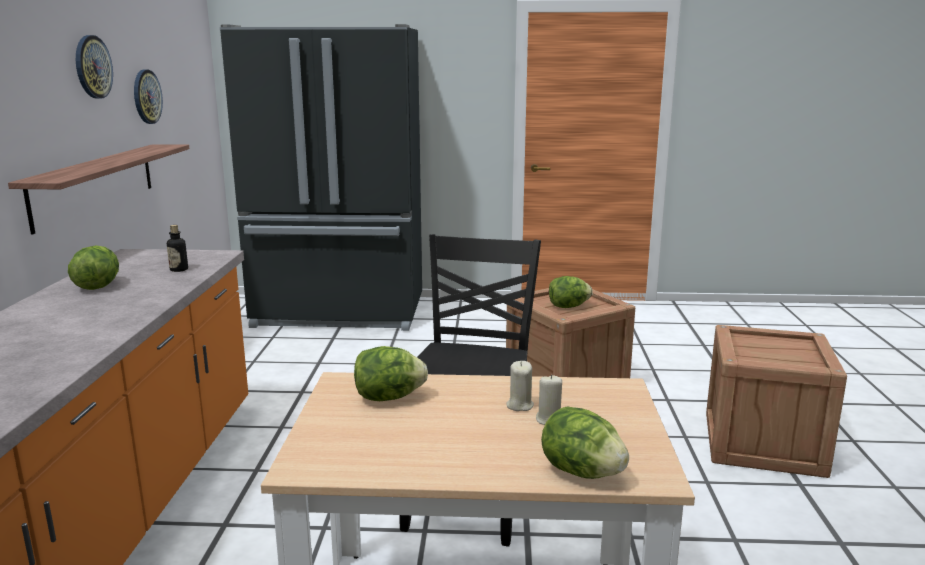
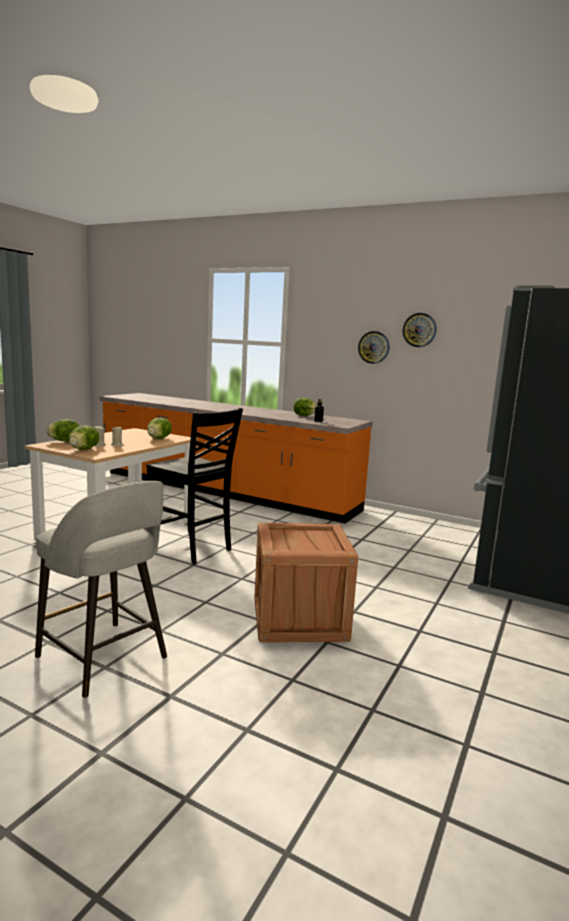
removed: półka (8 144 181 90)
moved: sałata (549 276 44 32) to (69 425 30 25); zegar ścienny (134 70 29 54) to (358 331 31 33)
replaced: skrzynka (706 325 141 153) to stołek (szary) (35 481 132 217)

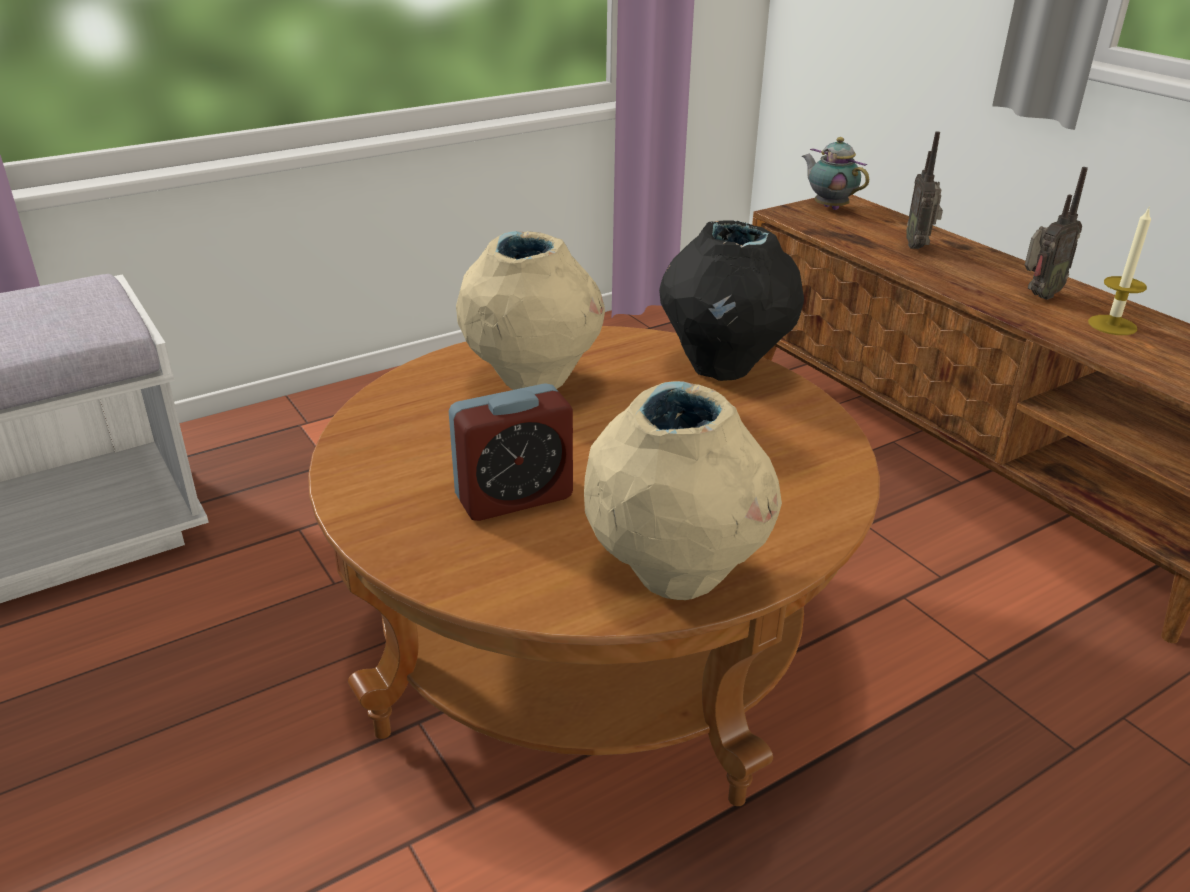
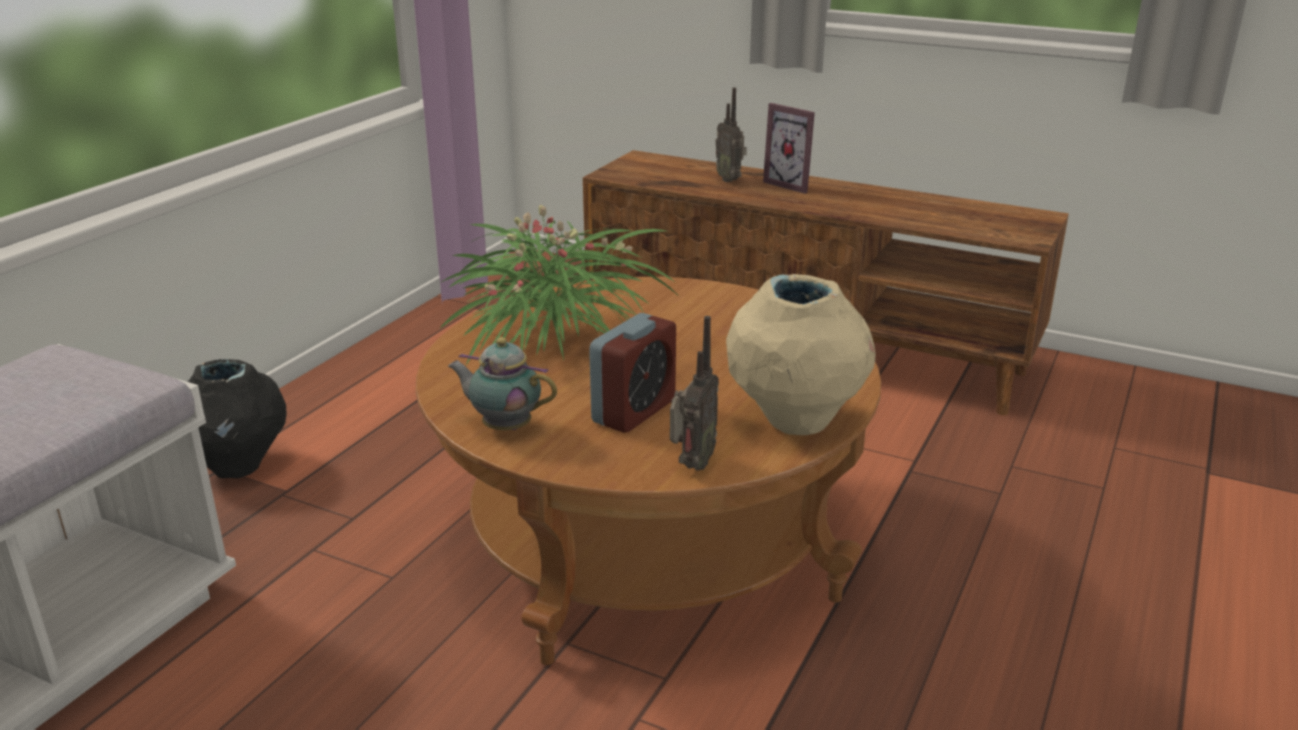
removed: świeca (1088 206 63 129)
added: ramka na zdjęcie (763 103 52 91)
moved: wazon (czarny) (659 221 145 160) to (188 359 99 120); imbryk (802 137 67 73) to (448 337 109 93); radio (1025 167 63 133) to (670 316 49 155)
replaced: wazon (beżowy) (456 231 149 159) to roślina doniczkowa (440 205 240 160)

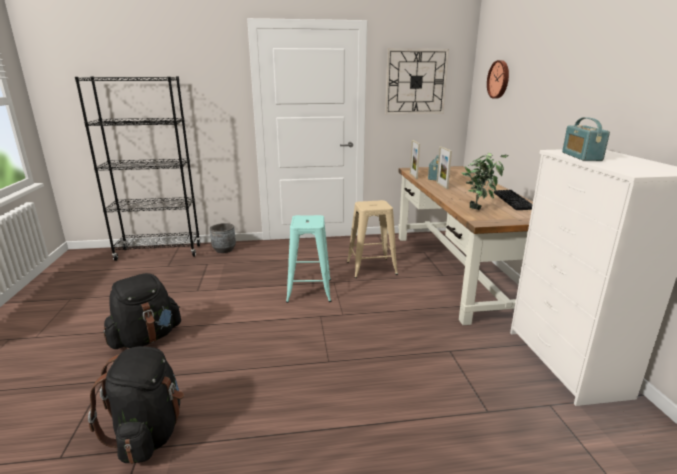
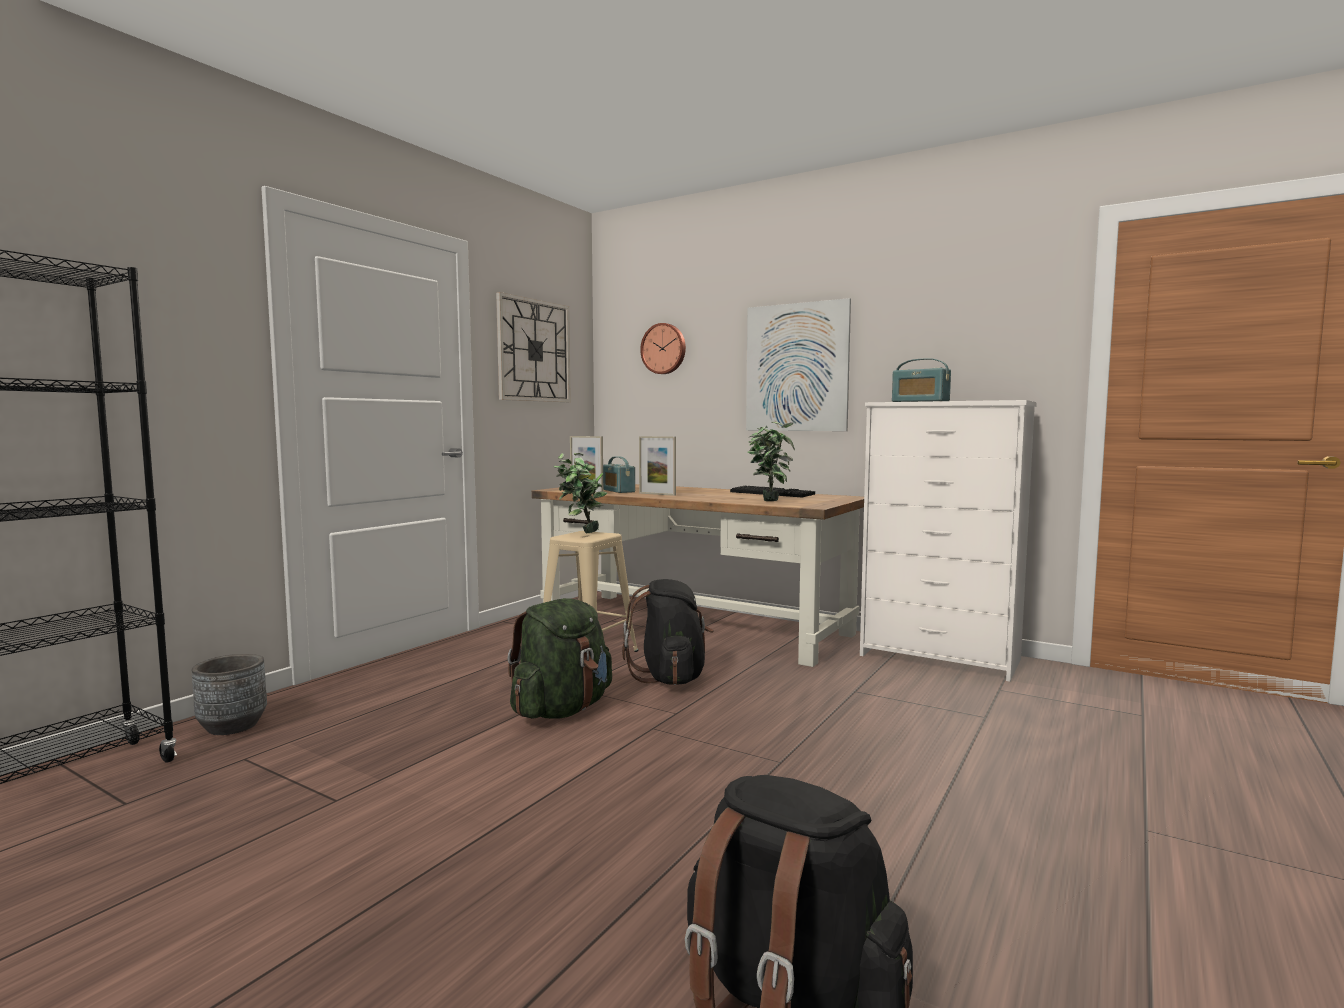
added: roślina doniczkowa (553 453 54 80); obraz (746 298 105 133)
moved: plecak (czarny) (103 273 78 76) to (622 579 92 106)
replaced: stołek (turkusowy) (286 215 45 88) to plecak (zielony) (507 598 105 121)

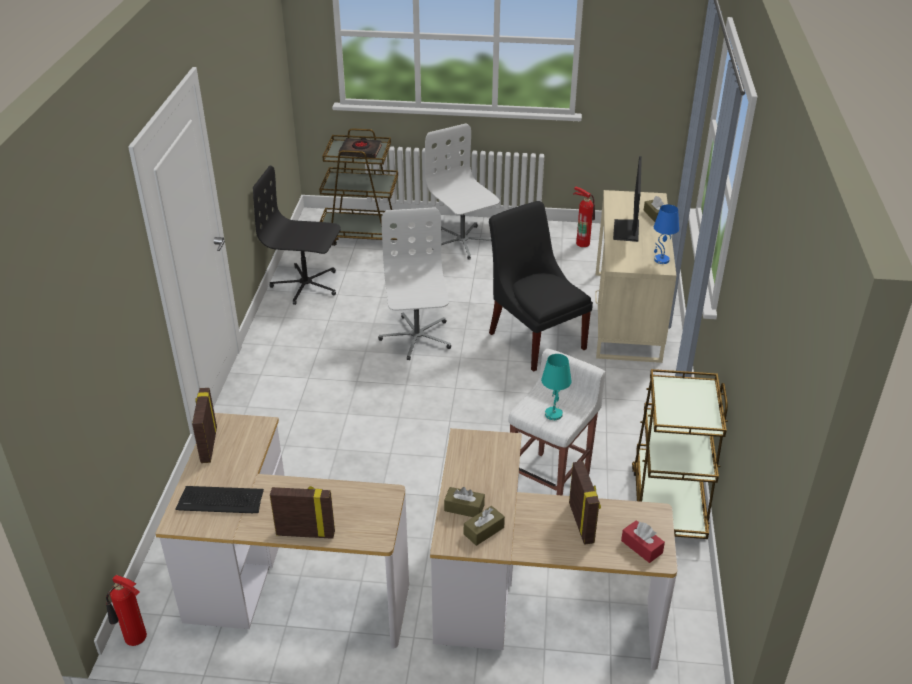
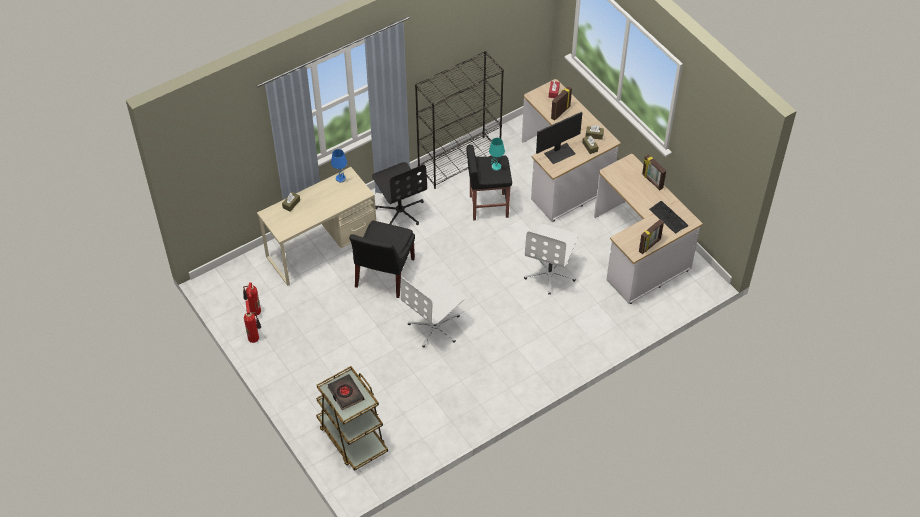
moved: gaśnica (106 575 41 71) to (244 300 17 43); krzesło biurowe (czarny) (253 166 88 139) to (372 162 55 63); krzesło biurowe (biały) (425 123 75 137) to (524 224 54 70); monitor (613 156 29 86) to (536 112 46 52)
replaced: wózek (brązowy) (632 369 96 170) to regał (czarny) (415 51 89 138)
recoloured: stołek (biały) (508 349 98 147) to stołek (czarny) (466 145 46 75)

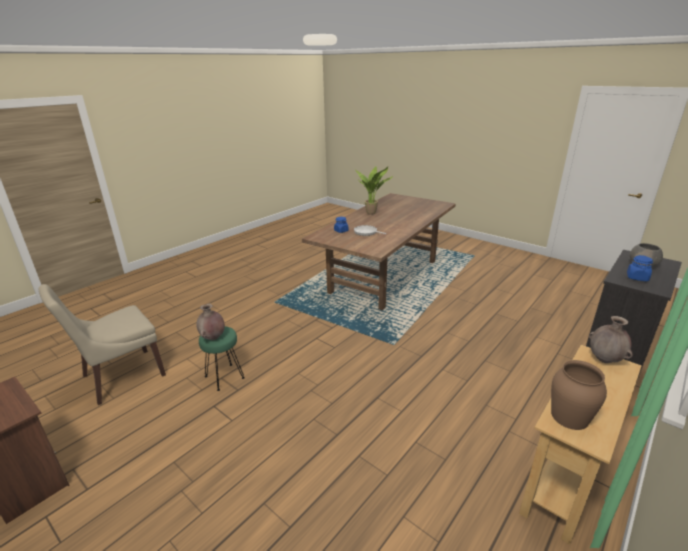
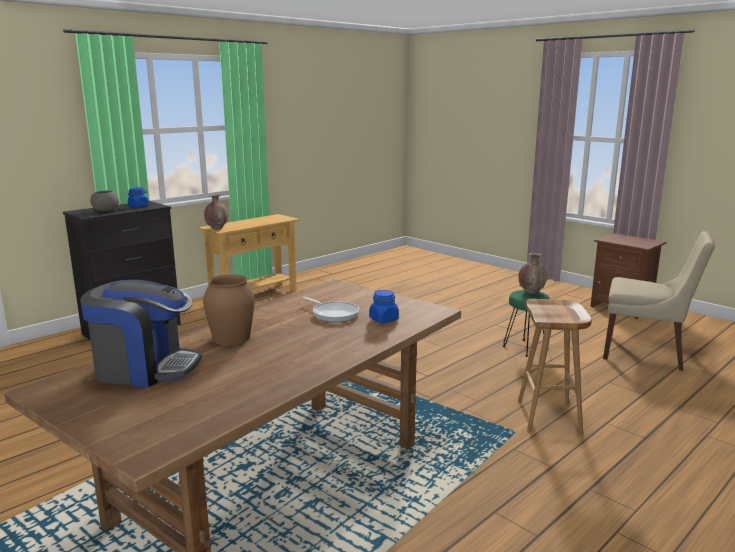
removed: roślina doniczkowa (355 166 38 49)
added: ekspres do kawy (80 280 122 107); stołek (brązowy) (518 299 74 136)
moved: wazon (brązowy) (551 360 56 70) to (203 274 52 71)
turned: krzesło (beżowy) (39 284 127 121) = (603 231 112 140) 60 degrees clockwise

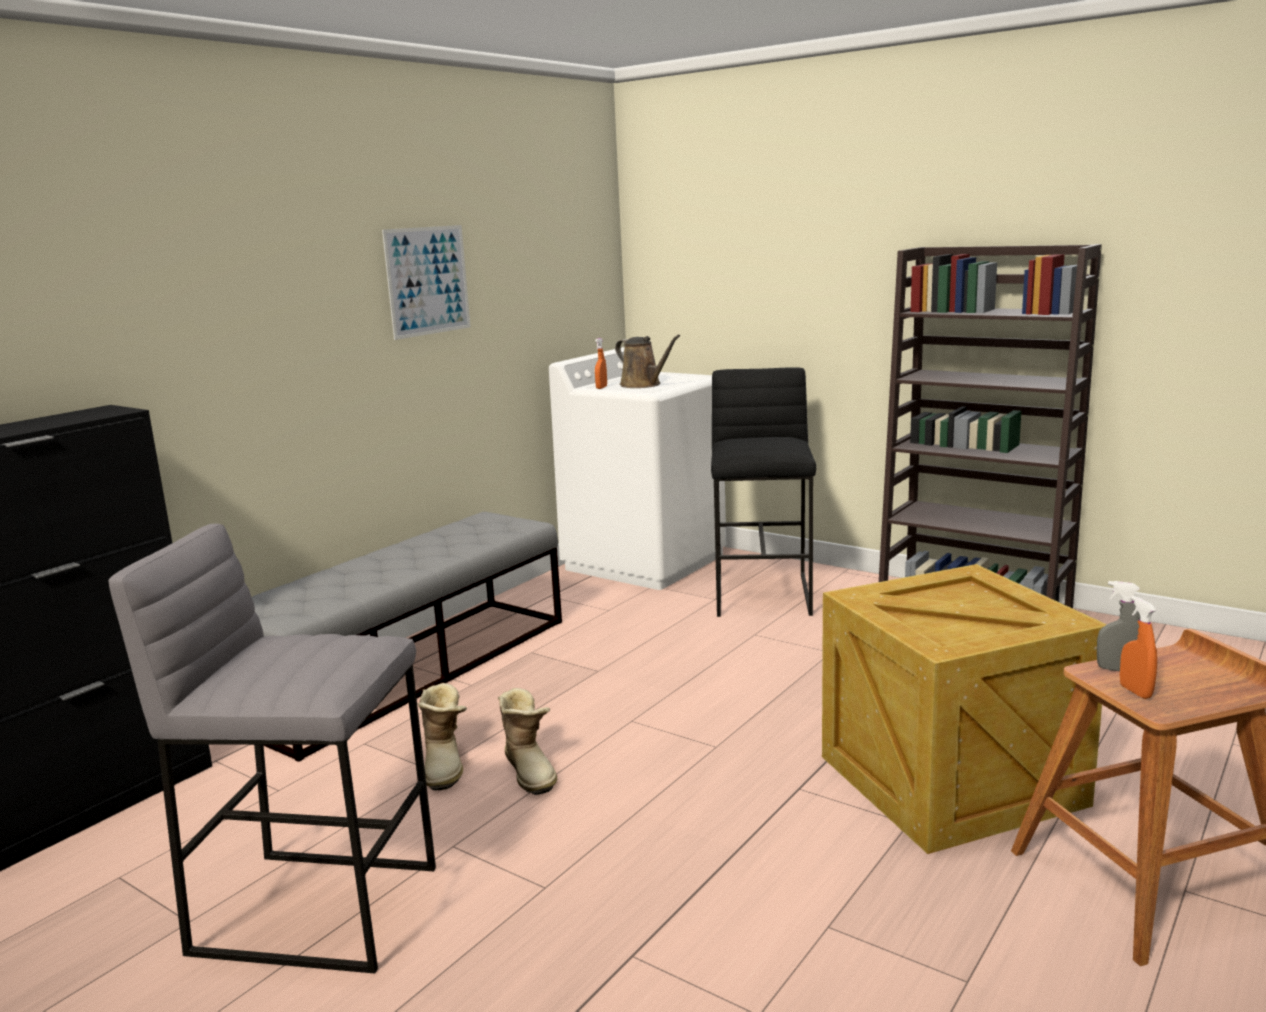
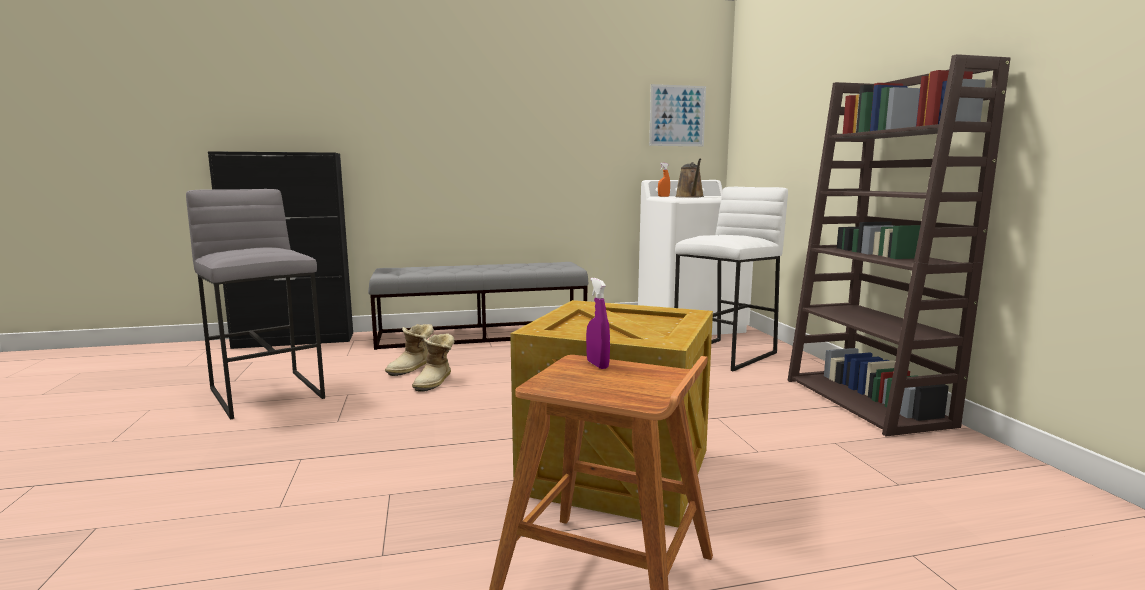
removed: spryskiwacz (pomarańczowy) (1120 596 37 103)
moved: obraz (382 225 89 115) to (649 84 57 62)
recoloured: spryskiwacz (szary) (1097 581 43 90) to spryskiwacz (fioletowy) (586 278 24 91); stołek (czarny) (711 367 105 250) to stołek (biały) (674 187 114 184)

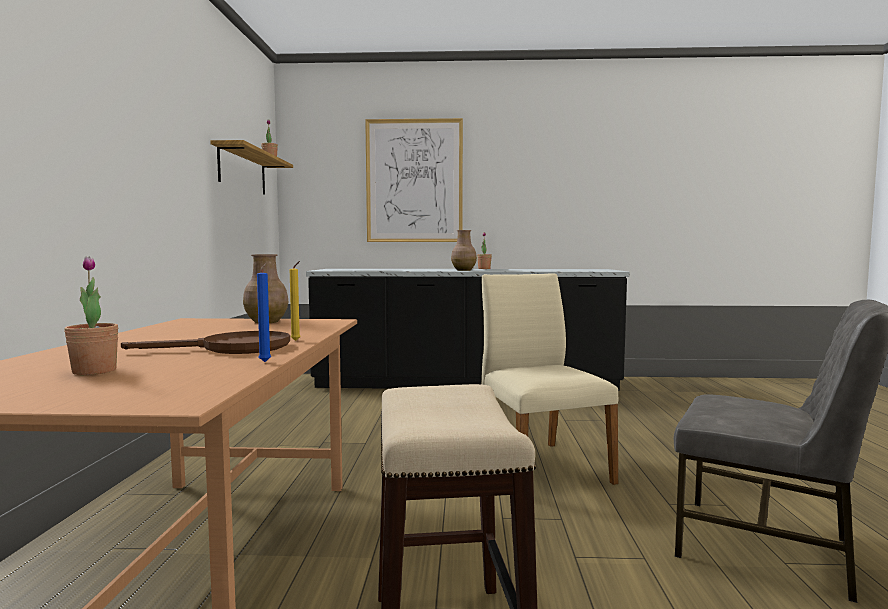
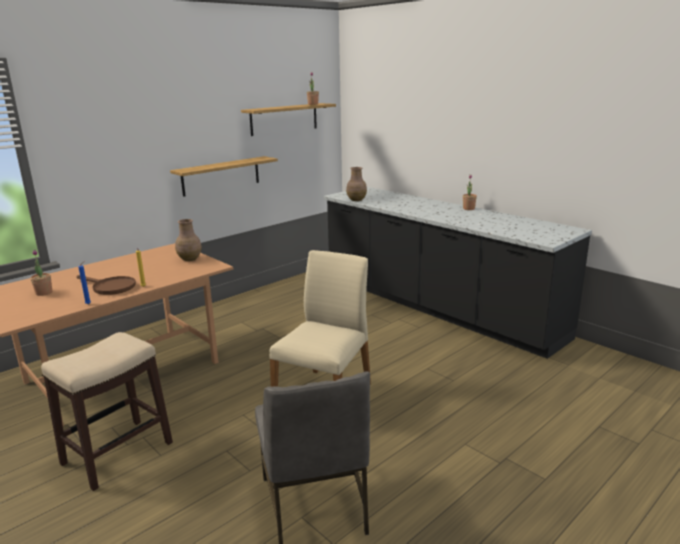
removed: obraz (365 118 98 124)
added: półka (170 156 108 41)
moved: wazon (brązowy) (451 230 26 41) to (346 167 21 34)

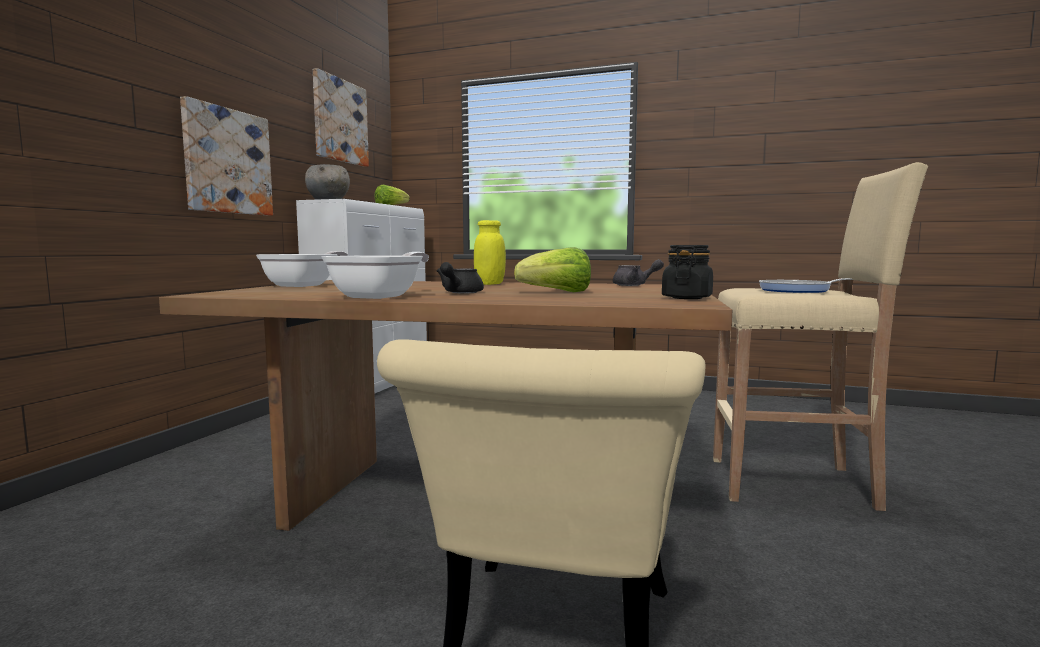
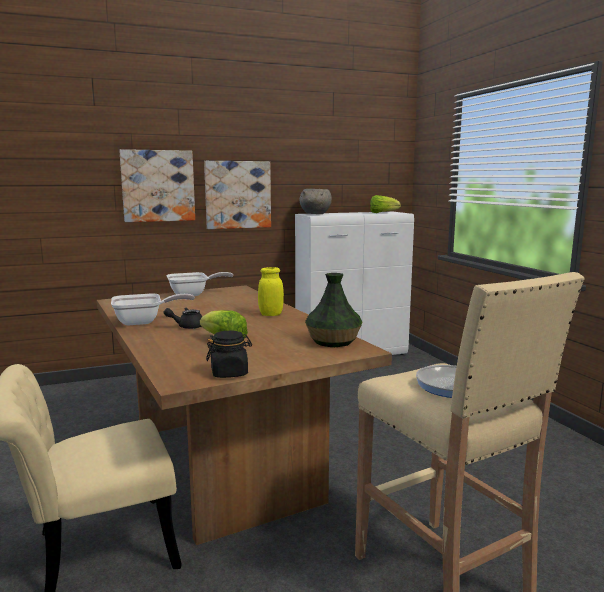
moved: obraz (313 68 56 99) to (119 149 76 73)
replaced: imbryk (szary) (613 259 51 27) to wazon (305 273 57 74)

